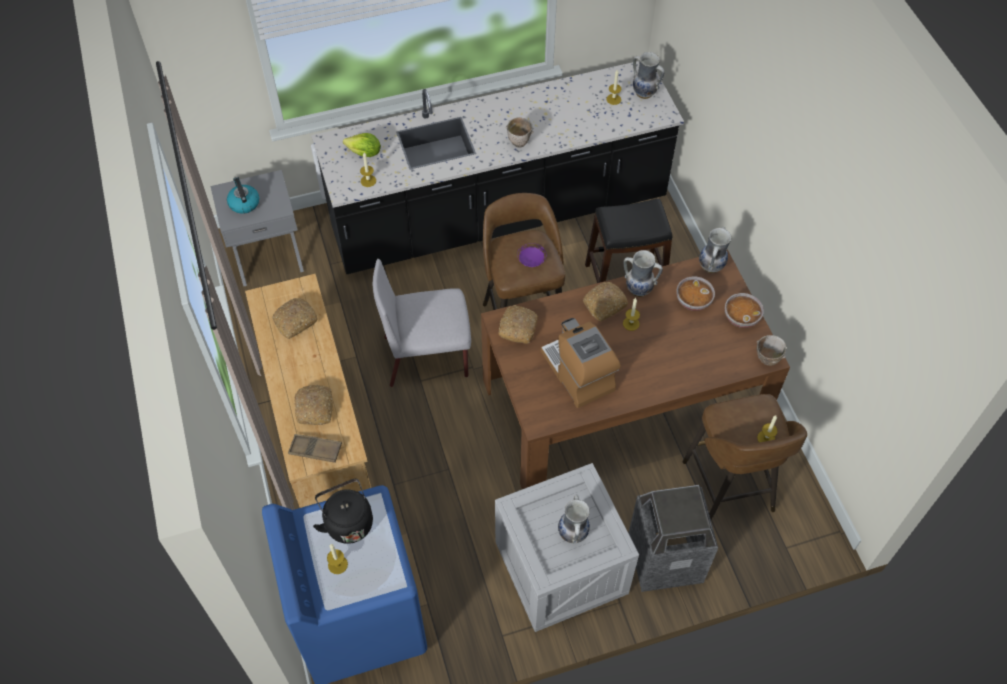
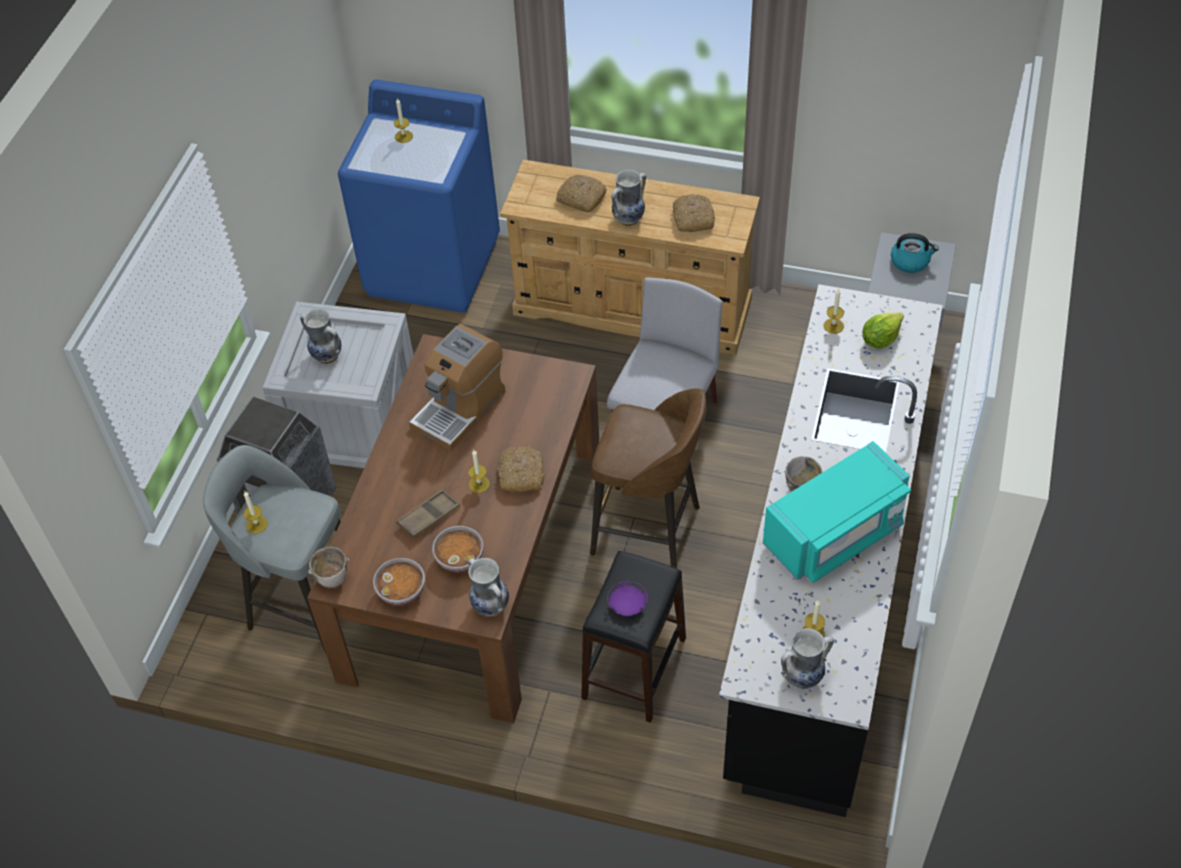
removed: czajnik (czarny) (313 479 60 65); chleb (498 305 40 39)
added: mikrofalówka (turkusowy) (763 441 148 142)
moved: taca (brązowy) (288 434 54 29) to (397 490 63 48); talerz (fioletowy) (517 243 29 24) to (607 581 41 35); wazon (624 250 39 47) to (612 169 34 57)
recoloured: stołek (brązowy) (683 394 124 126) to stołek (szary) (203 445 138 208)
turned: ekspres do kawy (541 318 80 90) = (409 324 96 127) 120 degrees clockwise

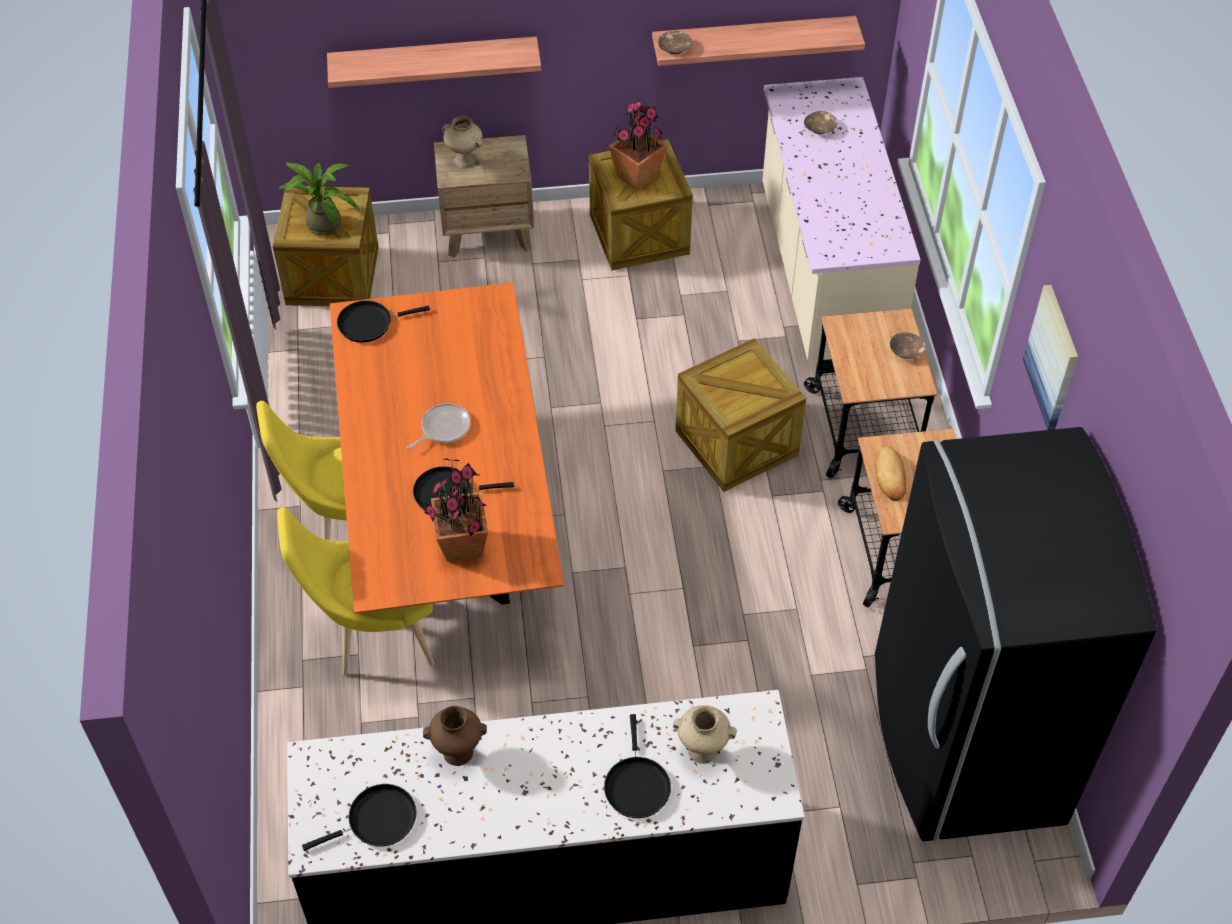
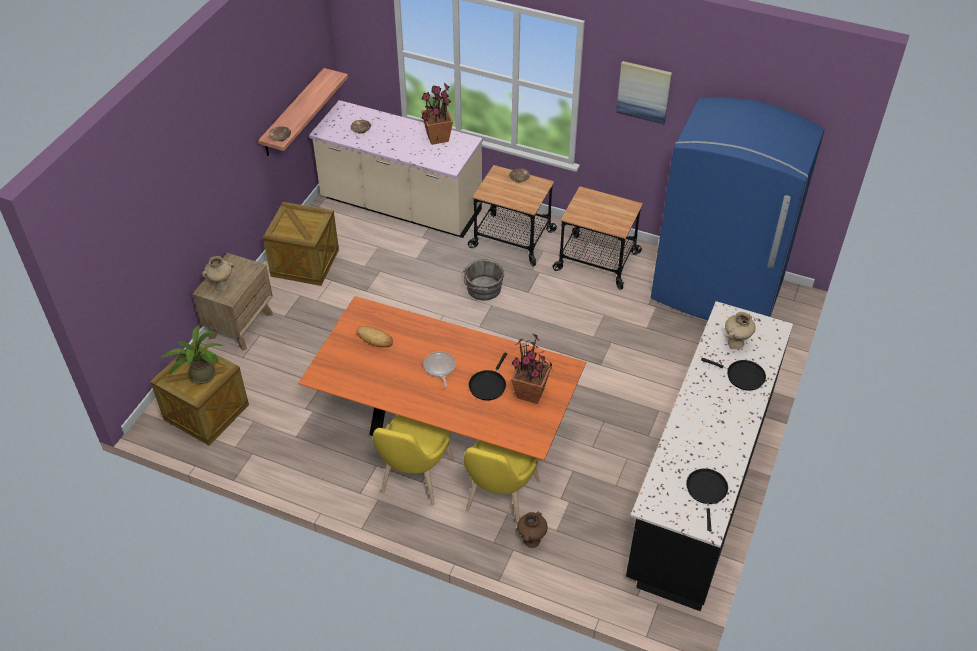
removed: półka (327 36 214 52); patelnia (czarny) (337 300 93 42)
moved: chleb (875 446 31 55) to (356 326 37 21); roślina doniczkowa (609 99 58 92) to (421 82 32 63); wazon (brązowy) (423 706 64 60) to (517 512 31 36)
replaced: skrzynka (676 338 130 154) to wiadro (szary) (463 259 41 42)
recoloured: lodówka (czarny) (875 427 281 414) to lodówka (niebieski) (651 97 173 223)

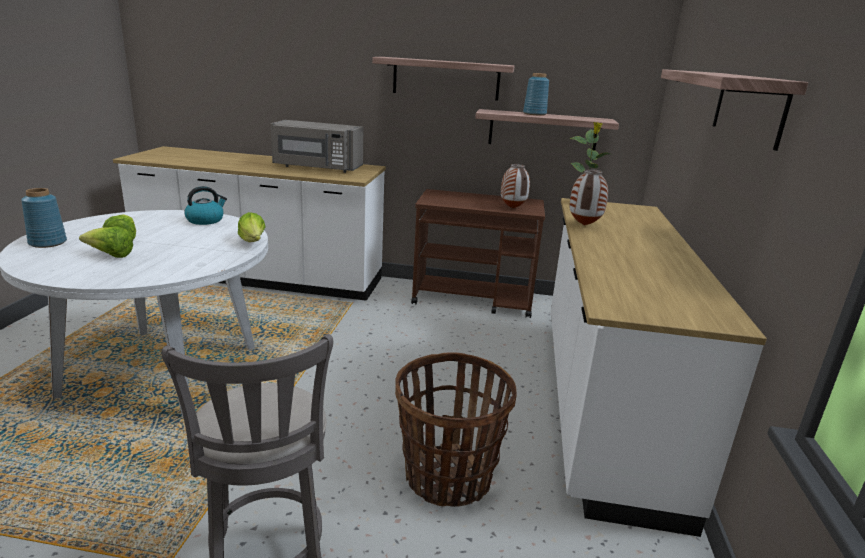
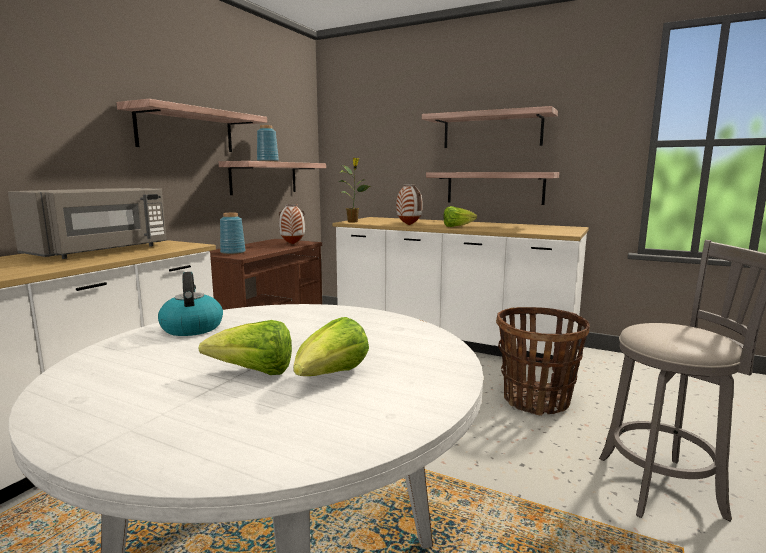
added: półka (426 172 133 33)
moved: wazon (niebieski) (21 188 46 60) to (220 213 26 42); sałata (238 212 28 30) to (443 206 34 21)

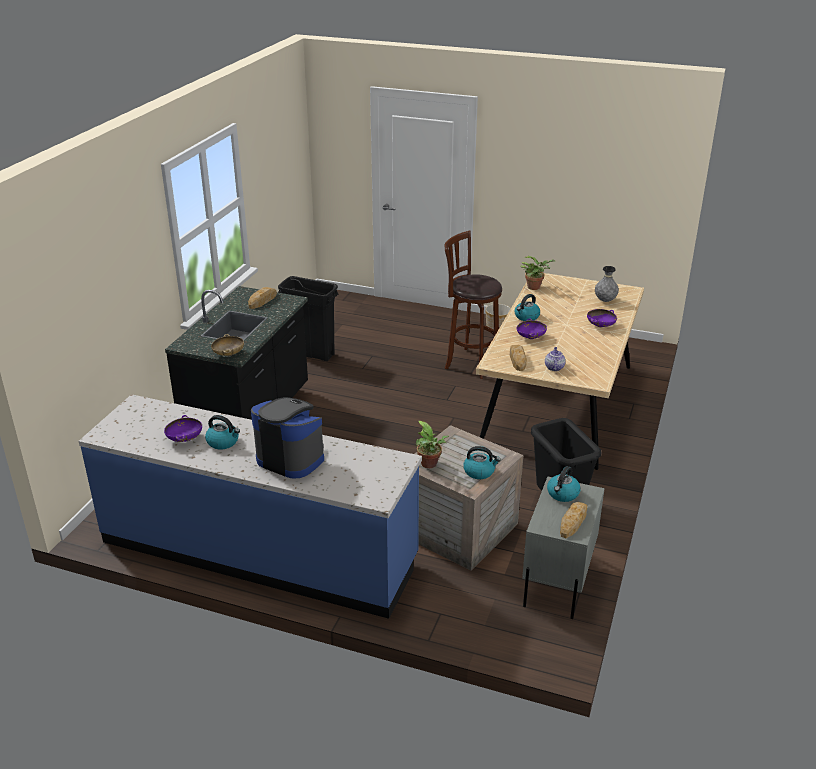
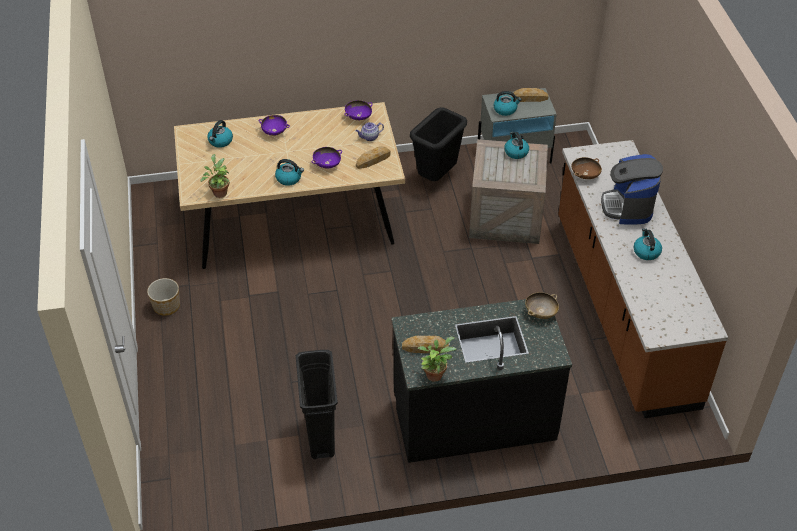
removed: stołek (brązowy) (444 231 58 148)
added: miska (brązowy) (571 157 31 22)
moved: miska (fioletowy) (164 415 38 27) to (344 100 29 20); roślina doniczkowa (416 421 33 47) to (417 337 39 45)
replaced: wazon (szary) (595 266 24 36) to czajnik (207 120 26 28)
recoloured: zabudowa kuchenna (niebieski) (79 394 343 225) to zabudowa kuchenna (brązowy) (558 140 170 278)

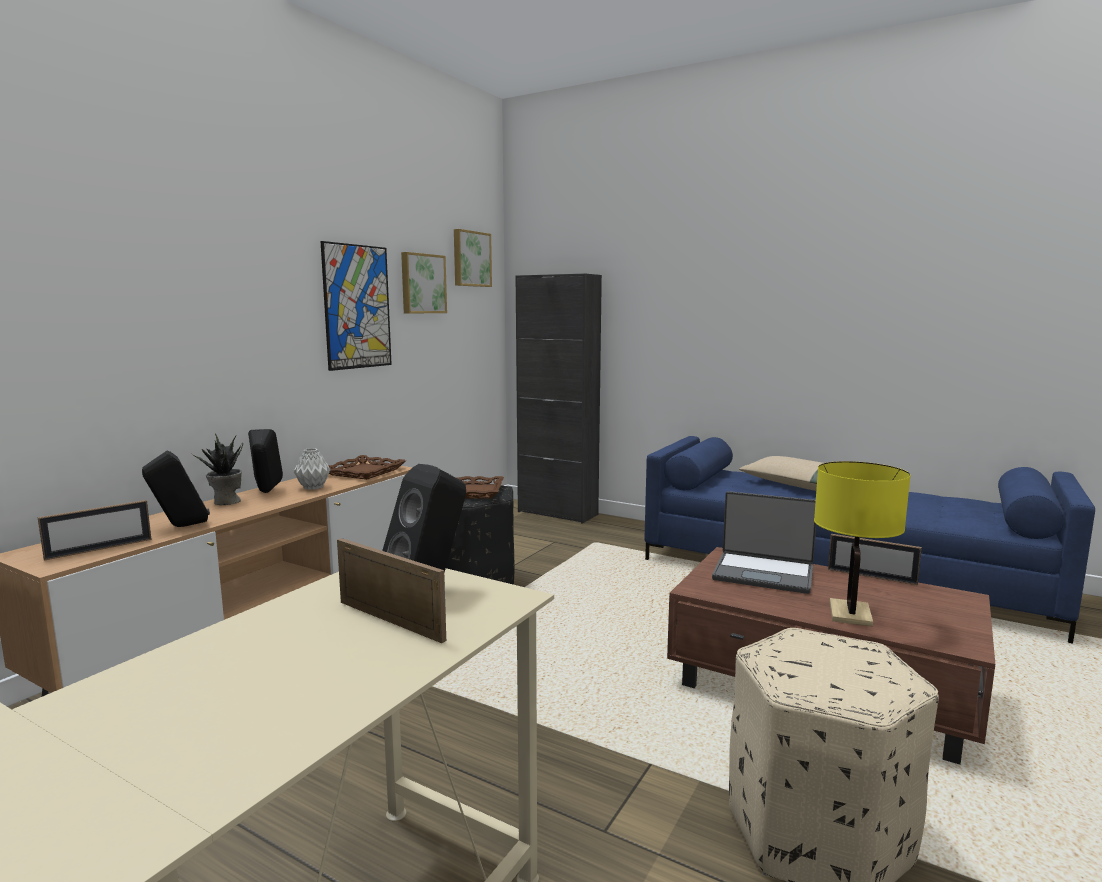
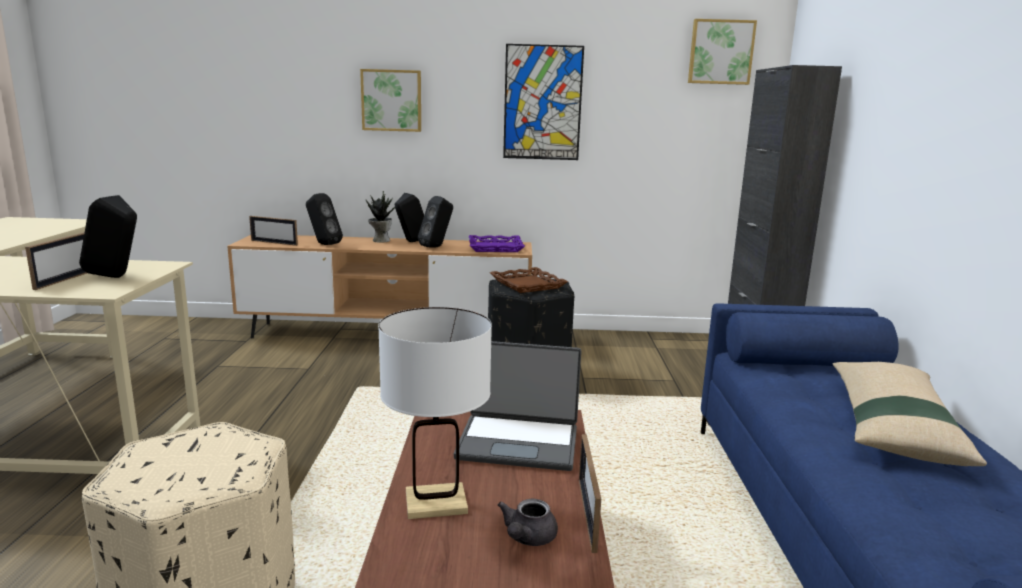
added: imbryk (szary) (498 499 60 47)
moved: obraz (401 252 46 62) to (360 69 61 63)
replaced: wazon (szary) (294 448 36 42) to głośnik (czarny) (418 196 35 52)
recoloured: lampa stołowa (żółty) (814 461 97 166) to lampa stołowa (biały) (378 307 114 212); taca (brązowy) (328 455 78 25) to taca (fioletowy) (469 235 56 17)
turned: laptop (712 491 104 103) = (454 341 127 130) 75 degrees counterclockwise

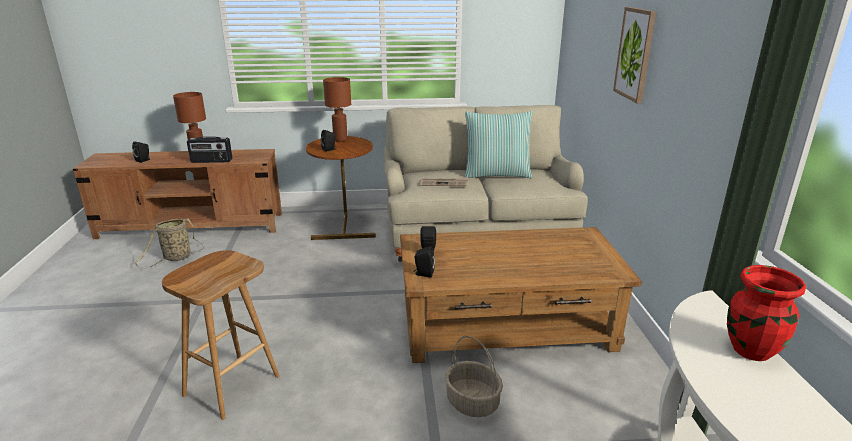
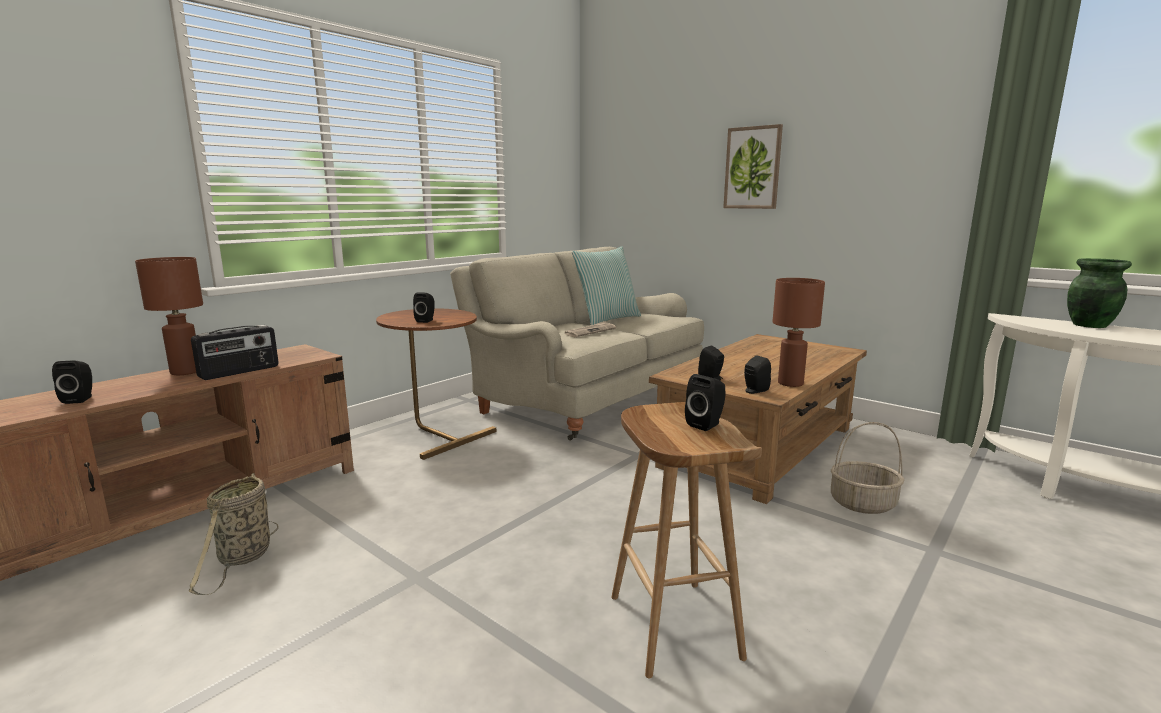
added: głośnik (czarny) (685 374 41 57)
moved: lampa stołowa (brązowy) (323 77 28 64) to (772 278 53 109)
recoloured: wazon (czerwony) (727 265 79 96) to wazon (zielony) (1067 258 65 70)

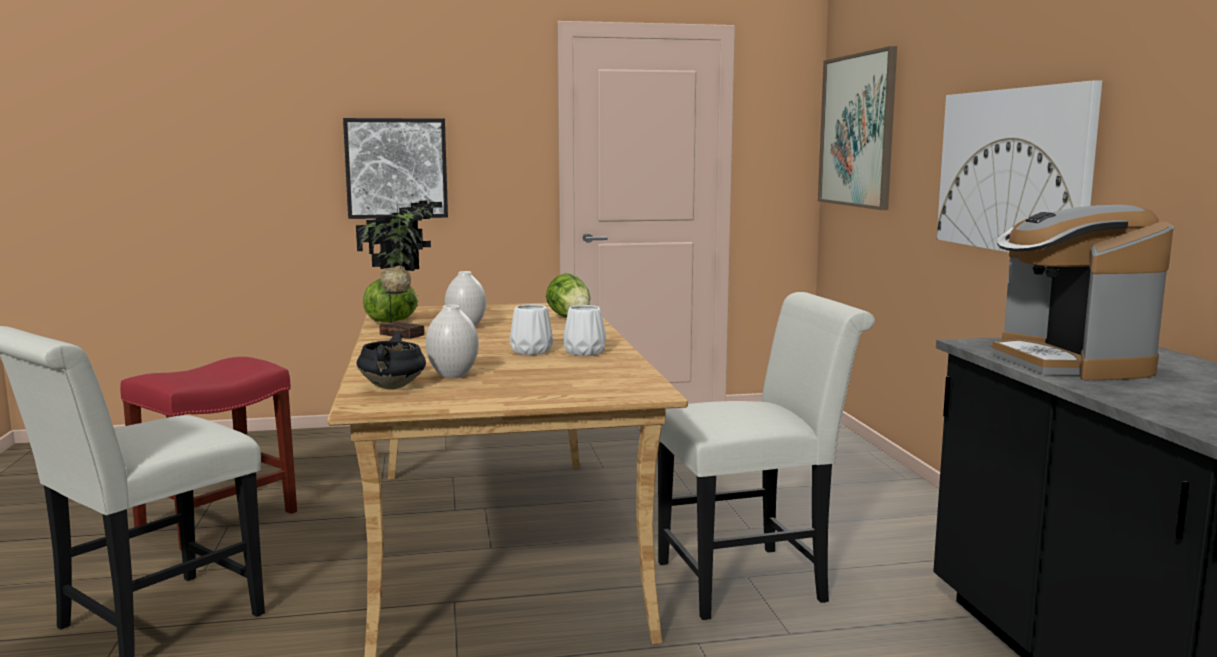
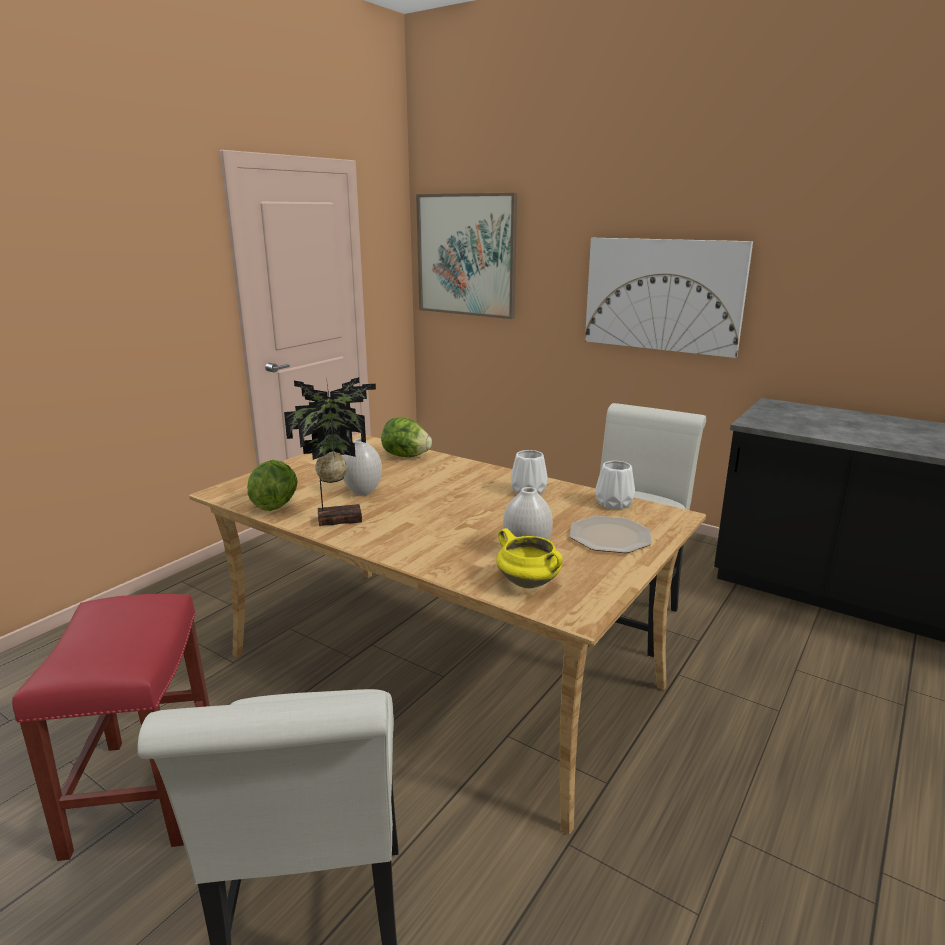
removed: obraz (343 118 105 101); ekspres do kawy (992 205 182 175)
added: talerz (570 516 82 37)
moved: wazon (biały) (510 304 43 51) to (596 461 39 49)
recoloured: garnek (czarny) (357 331 69 58) to garnek (żółty) (496 528 67 60)

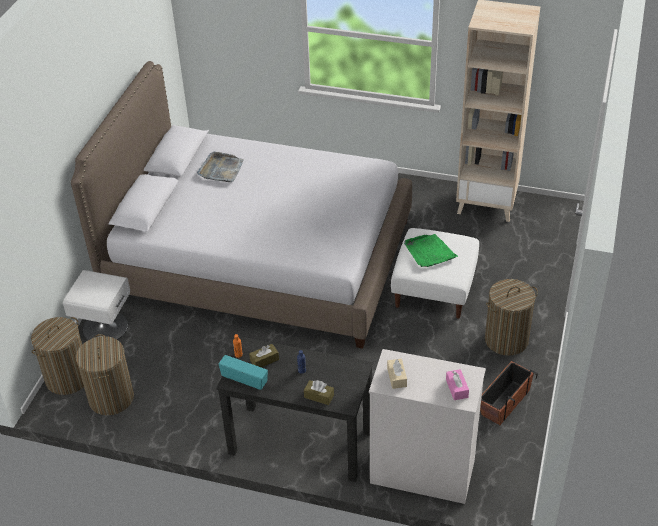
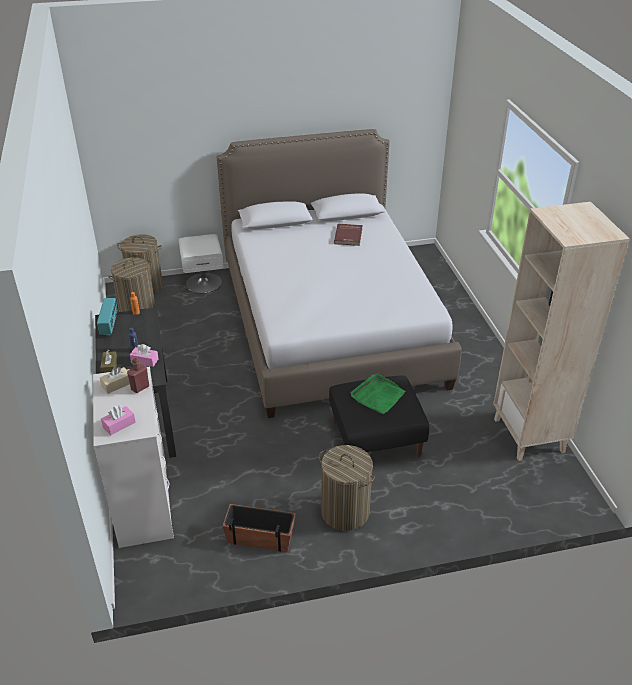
removed: pudełko chusteczek (brązowy) (249 344 30 23)
added: butelka (czerwony) (127 358 22 35); pudełko chusteczek (różowy) (130 344 29 23)
replaced: taca (szary) (197 152 47 30) to książka (czerwony) (334 224 29 22)
recoloured: pufa (biały) (391 228 88 91) to pufa (czarny) (329 375 100 82)

